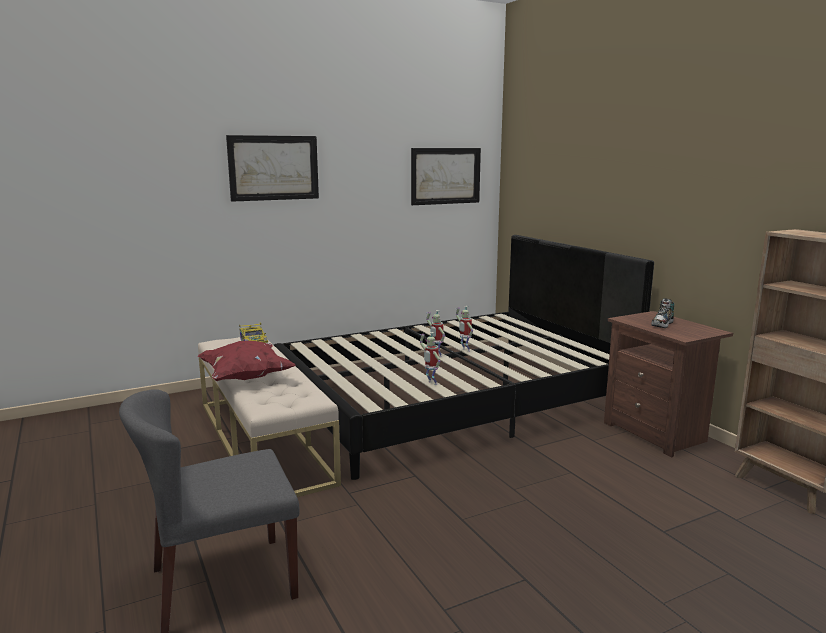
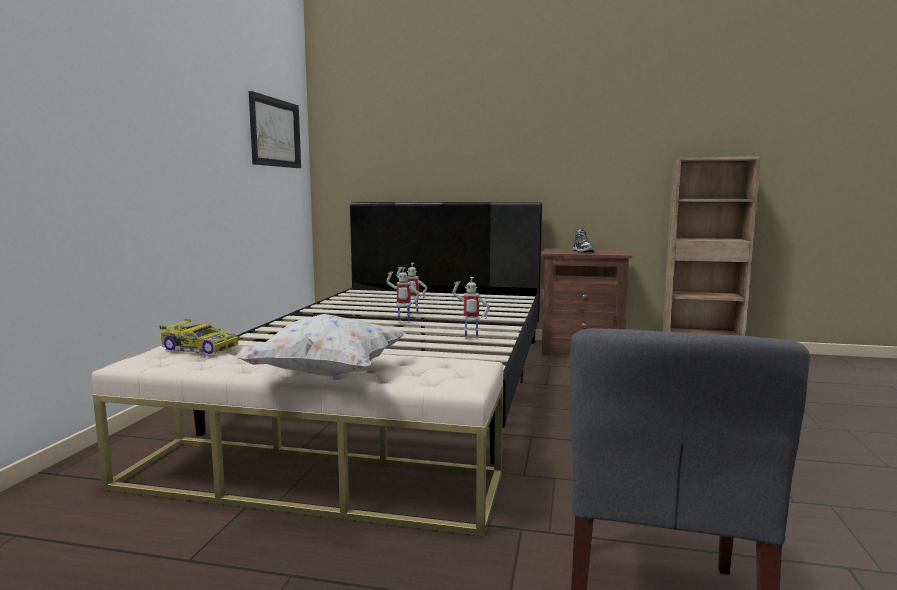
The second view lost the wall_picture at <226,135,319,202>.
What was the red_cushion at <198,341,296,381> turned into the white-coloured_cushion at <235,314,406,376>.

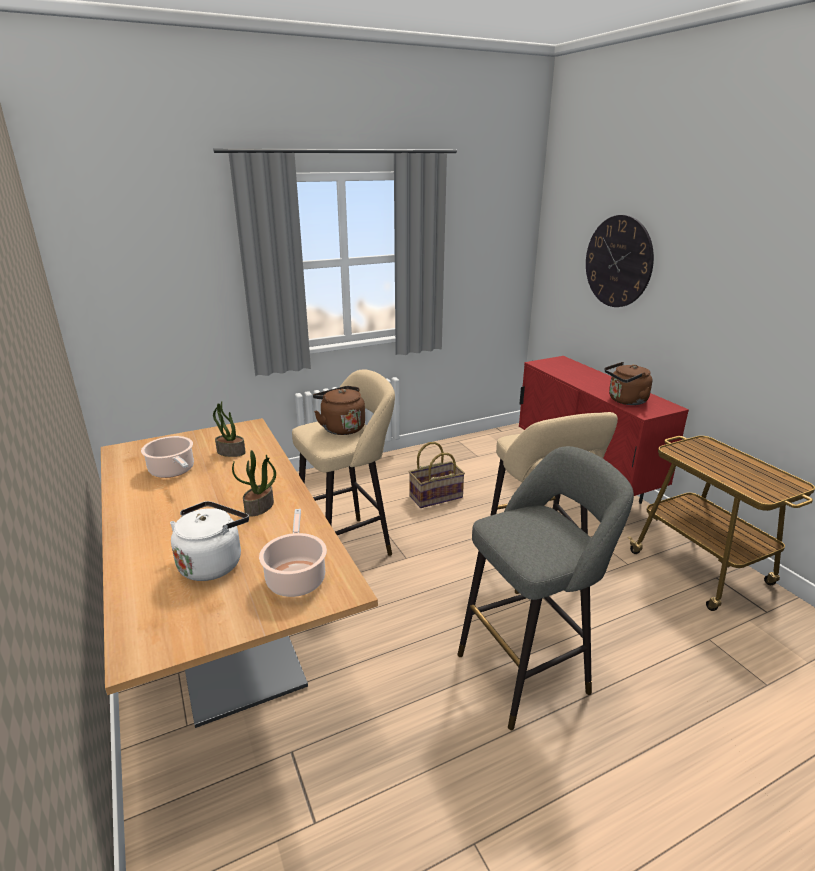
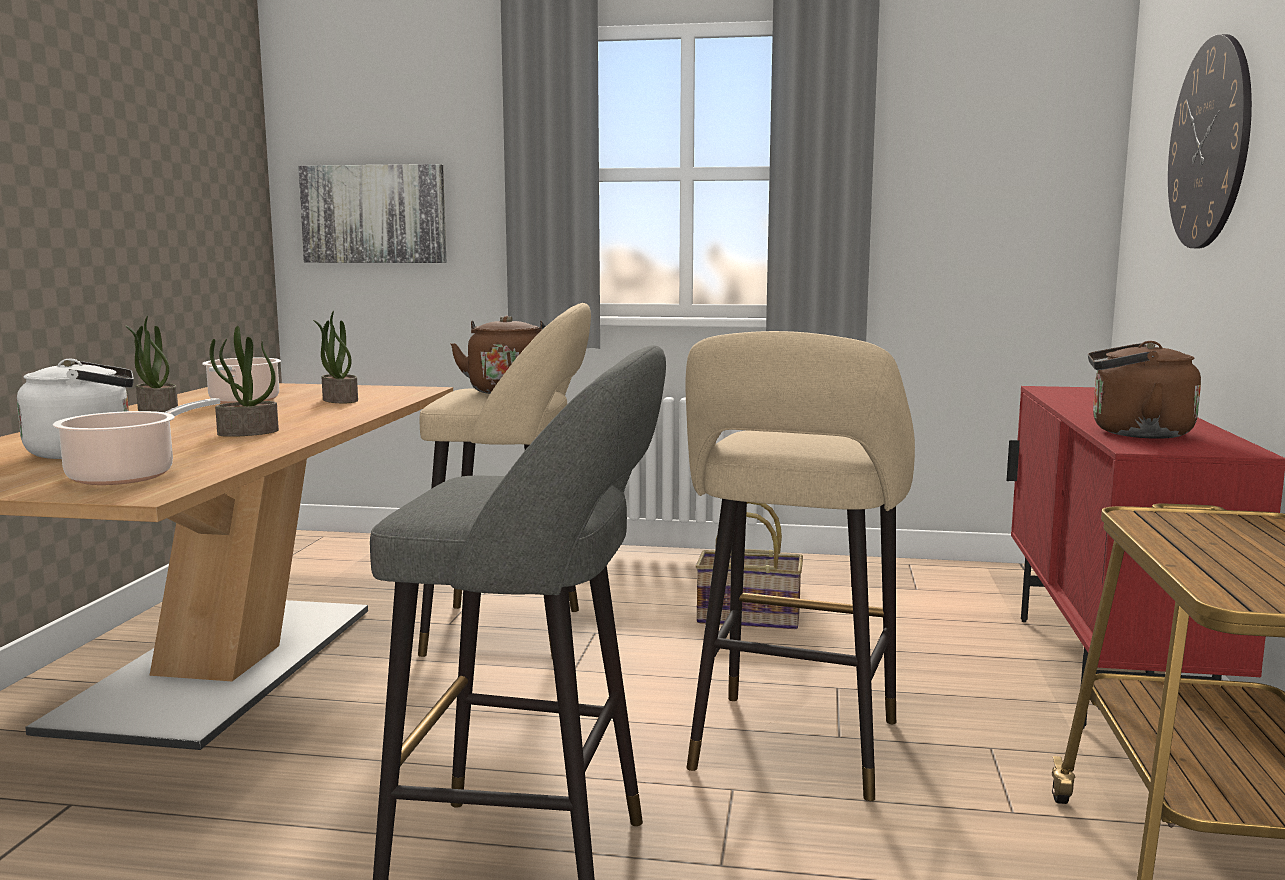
The second view gained the houseplant at <125,316,178,412>.
The second view gained the wall_picture at <298,164,446,263>.

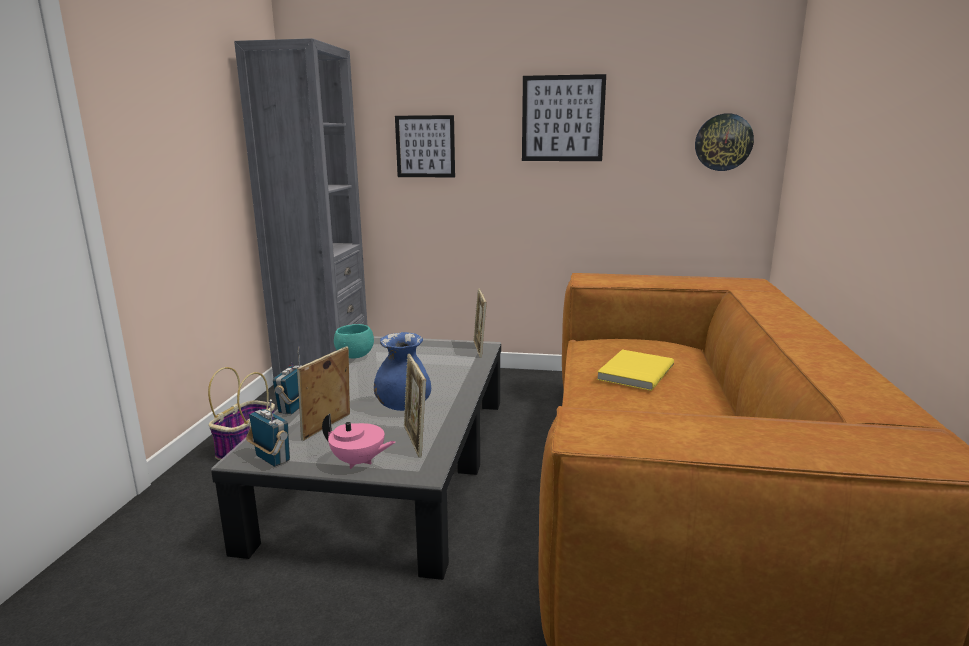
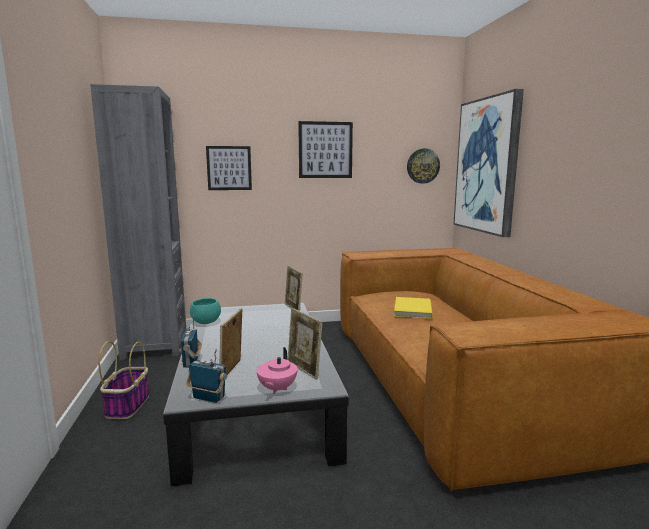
The second view lost the blue-coloured_flower_vase at <374,332,431,411>.
The second view gained the wall_picture at <453,89,524,237>.
The pink_pot_for_tea at <322,414,396,469> ended up facing another way, 105 degrees clockwise from before.

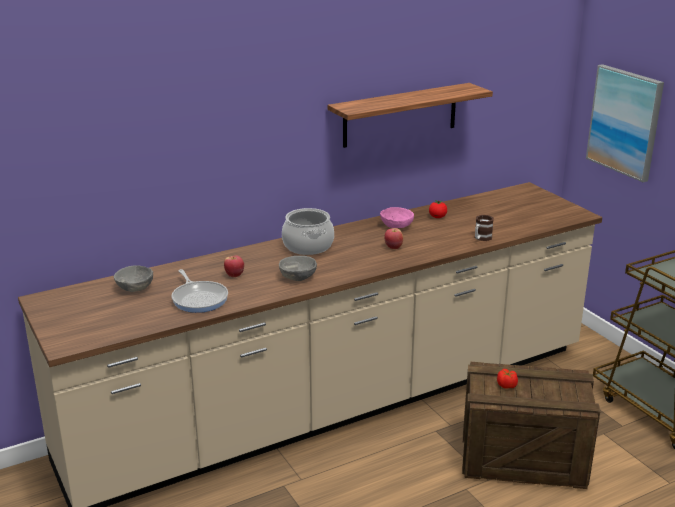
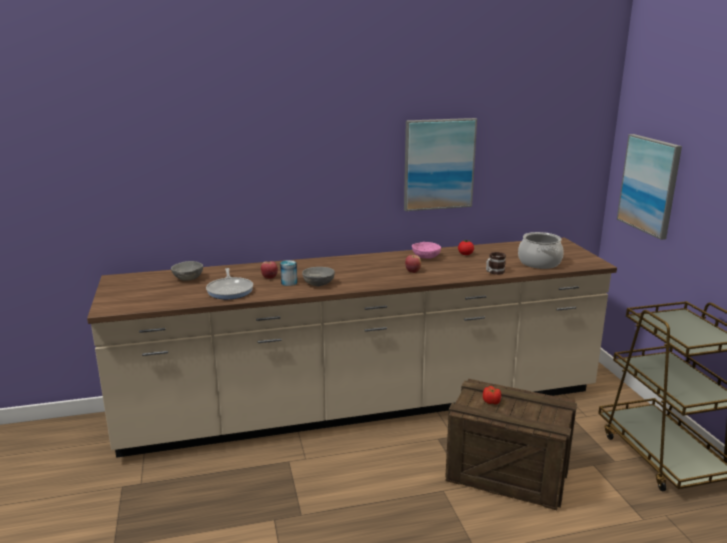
The second view gained the can at <280,260,297,286>.
The stockpot ended up elsewhere, having gone from <282,208,334,255> to <518,232,564,269>.
Where the bracket_shelf hung at <328,83,493,148>, the wall_picture came to hang at <404,118,477,211>.

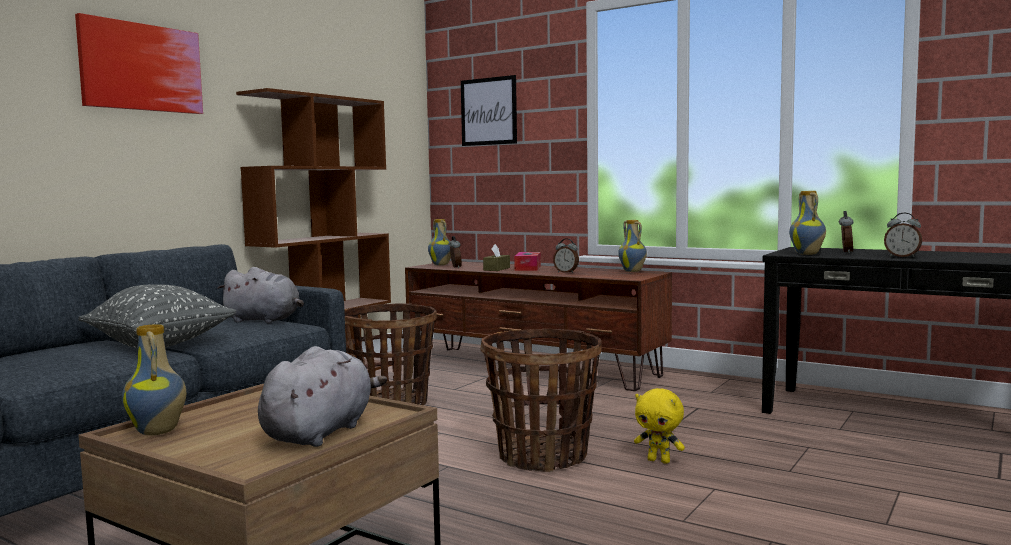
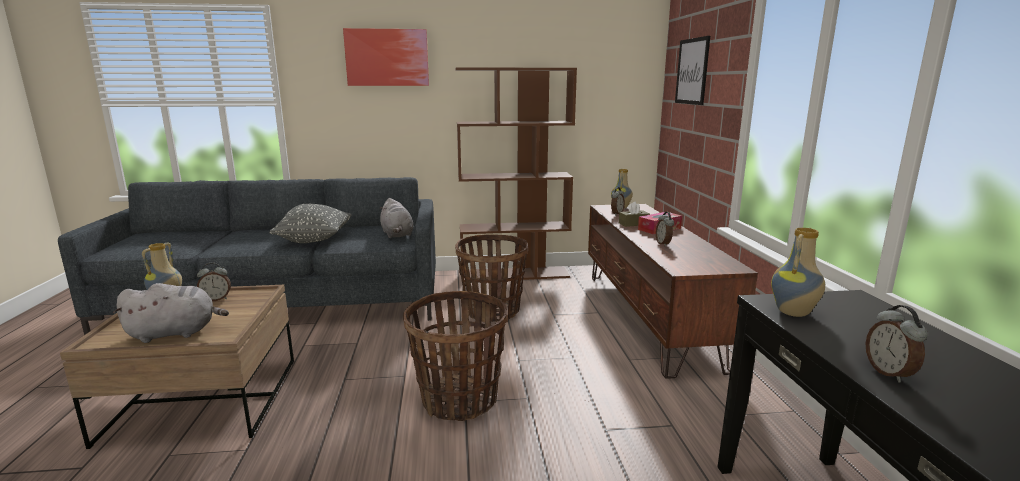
The second view lost the flower_vase at <618,220,647,272>.
The second view lost the yellowish_soft_toy at <634,388,685,464>.
The alarm_clock ended up elsewhere, having gone from <839,211,854,253> to <197,263,231,301>.

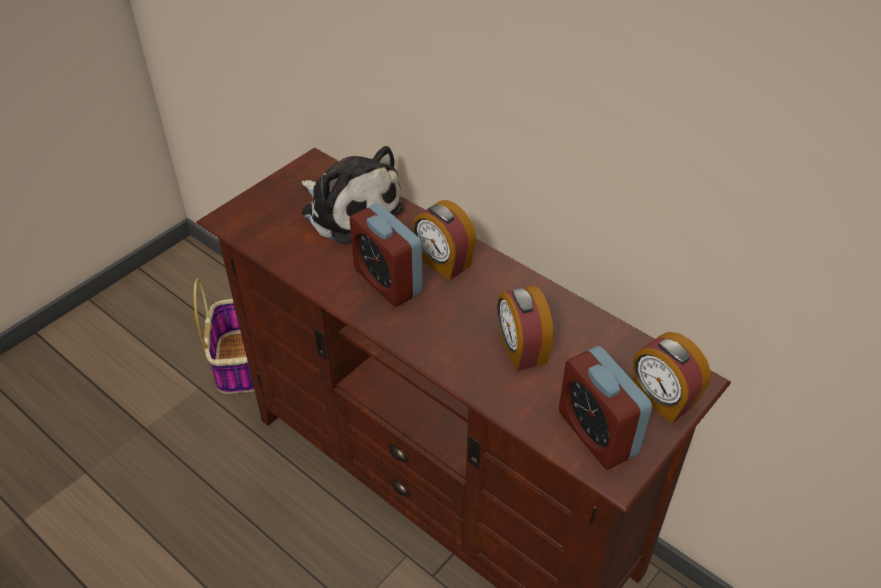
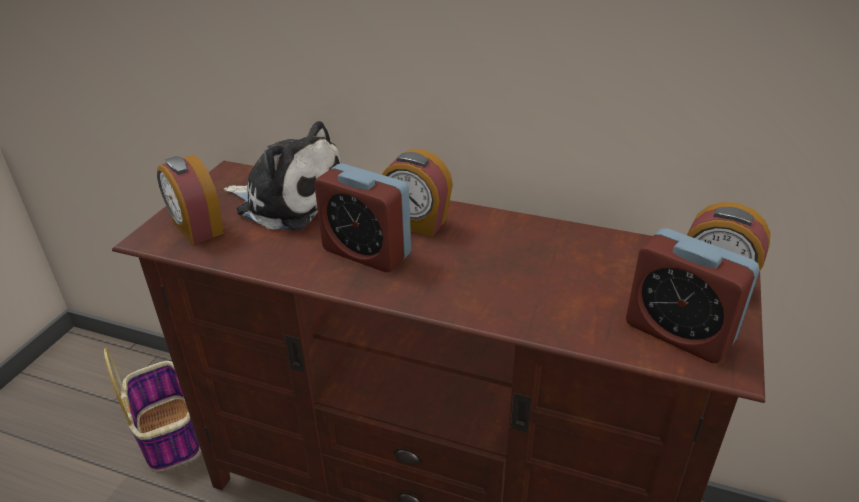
The alarm_clock ended up elsewhere, having gone from <497,285,554,371> to <157,155,224,245>.

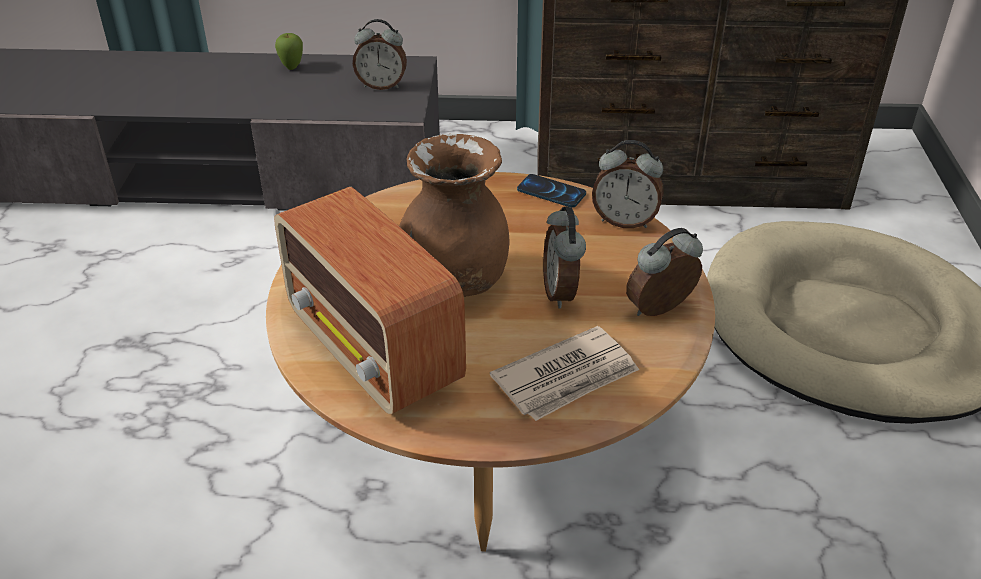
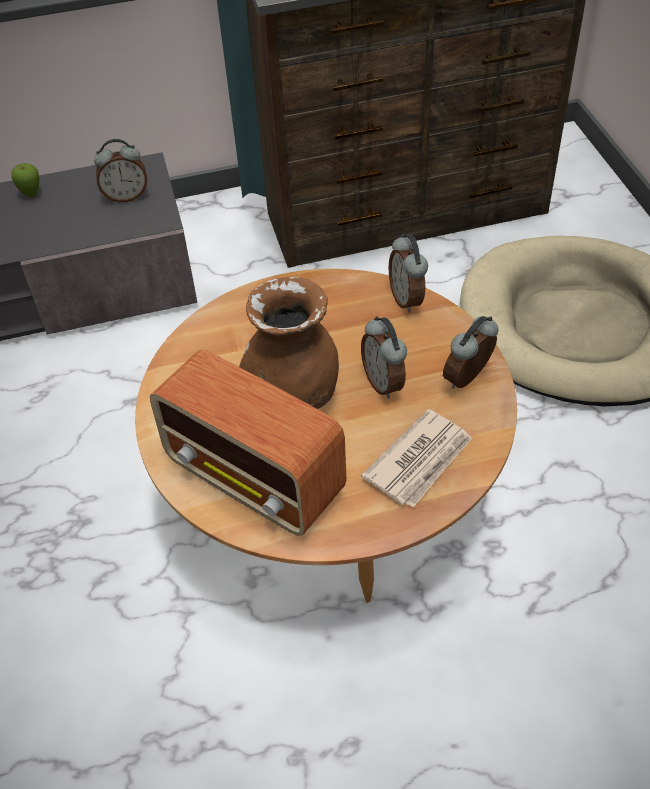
The second view lost the telephone at <517,174,586,208>.
The alarm_clock at <592,140,664,228> ended up facing another way, 75 degrees clockwise from before.

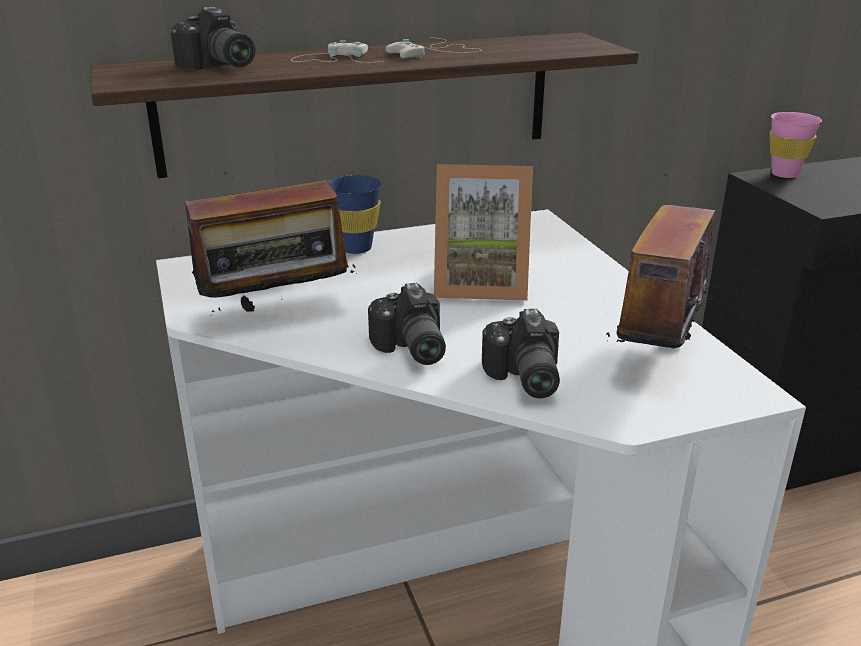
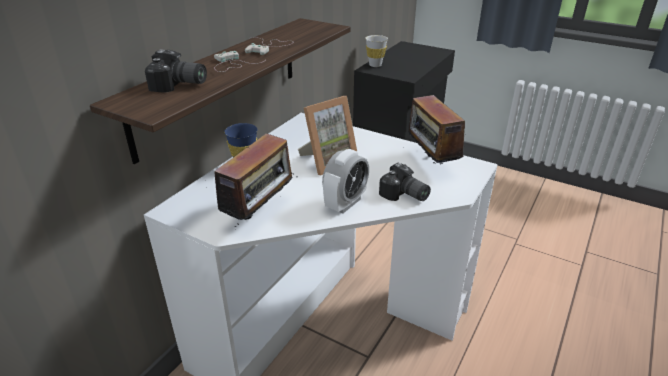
Where the still_camera stood at <368,283,446,365>, the alarm_clock came to stand at <322,149,369,213>.
What was the pink_drinking_cup at <770,112,822,178> turned into the white-coloured_drinking_cup at <365,35,388,67>.

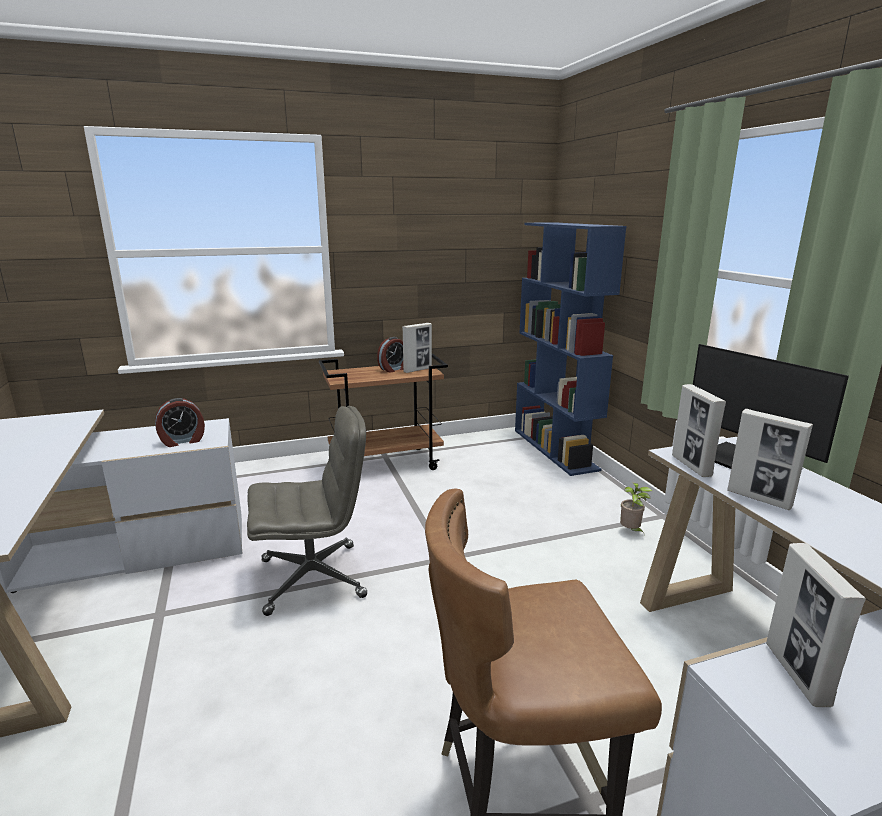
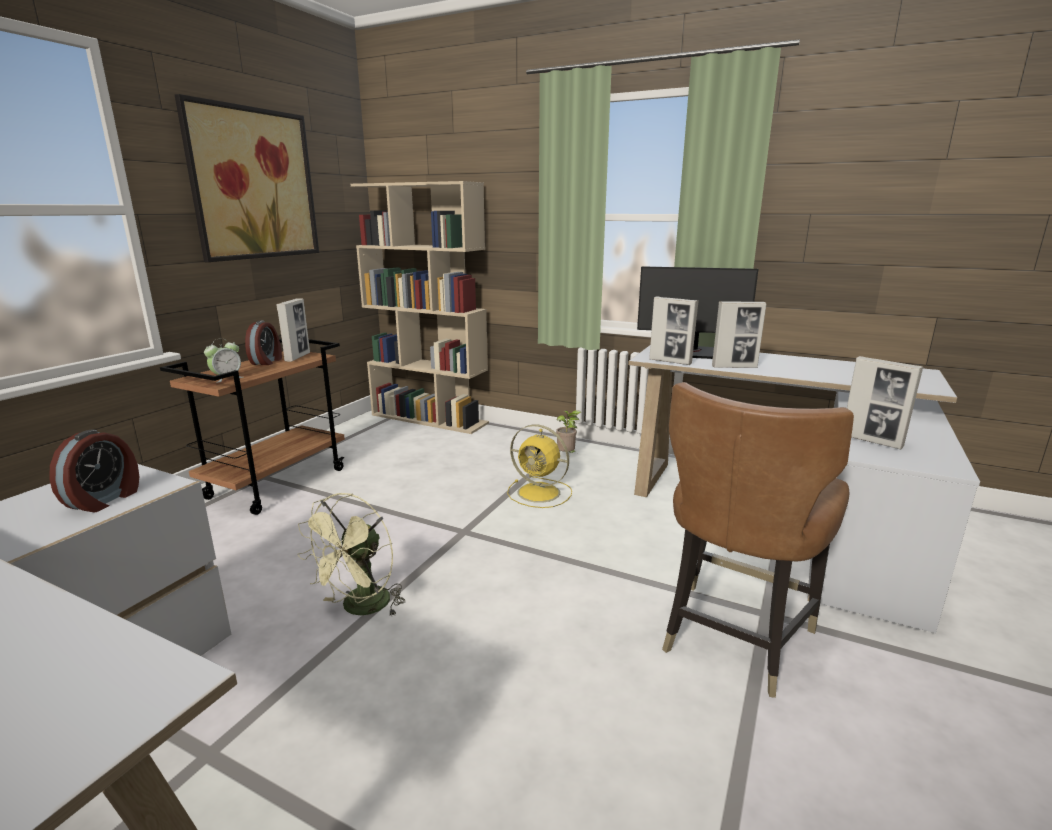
The second view gained the wall_picture at <175,94,319,262>.
The second view gained the alarm_clock at <204,338,243,383>.
The second view gained the yellowish_fan at <507,424,572,508>.
Where the gray_office_chair stood at <247,406,367,616>, the green_fan came to stand at <297,493,405,616>.
What was the blue-coloured_bookshelf at <515,222,626,476> turned into the sand-coloured_bookshelf at <351,181,489,434>.

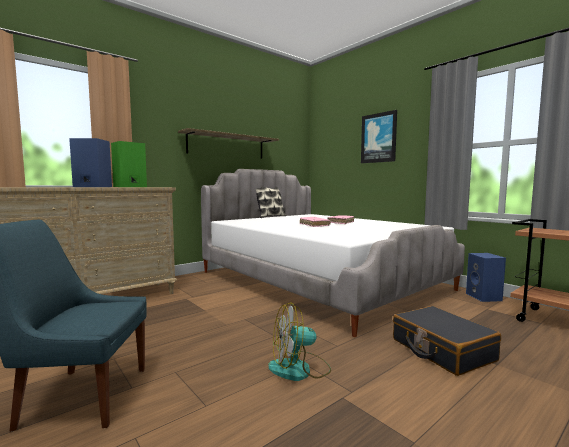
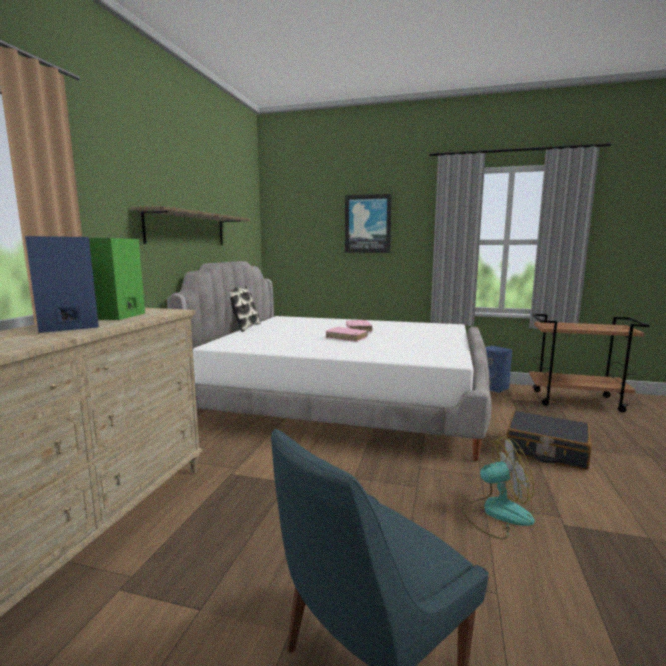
The fan at <268,302,331,381> ended up facing another way, 135 degrees counterclockwise from before.

